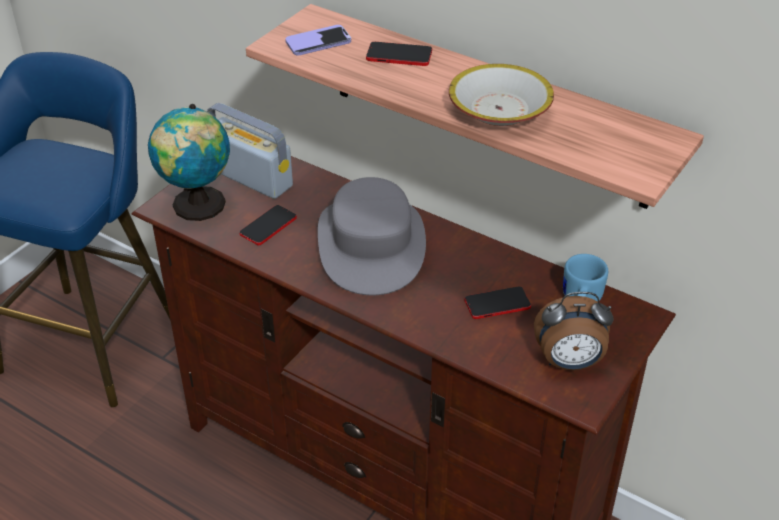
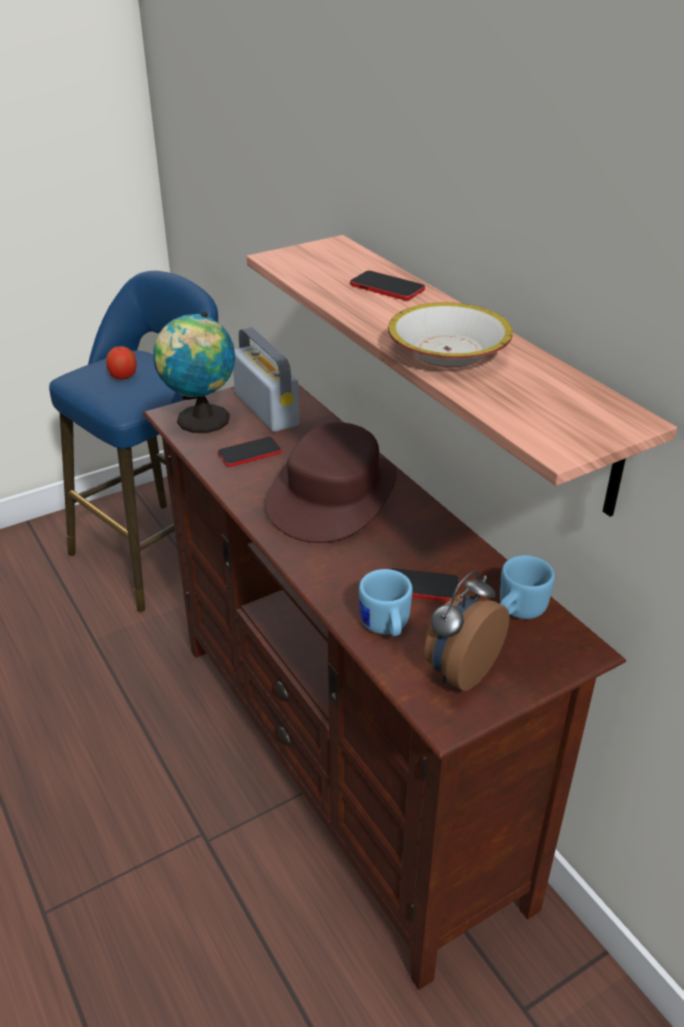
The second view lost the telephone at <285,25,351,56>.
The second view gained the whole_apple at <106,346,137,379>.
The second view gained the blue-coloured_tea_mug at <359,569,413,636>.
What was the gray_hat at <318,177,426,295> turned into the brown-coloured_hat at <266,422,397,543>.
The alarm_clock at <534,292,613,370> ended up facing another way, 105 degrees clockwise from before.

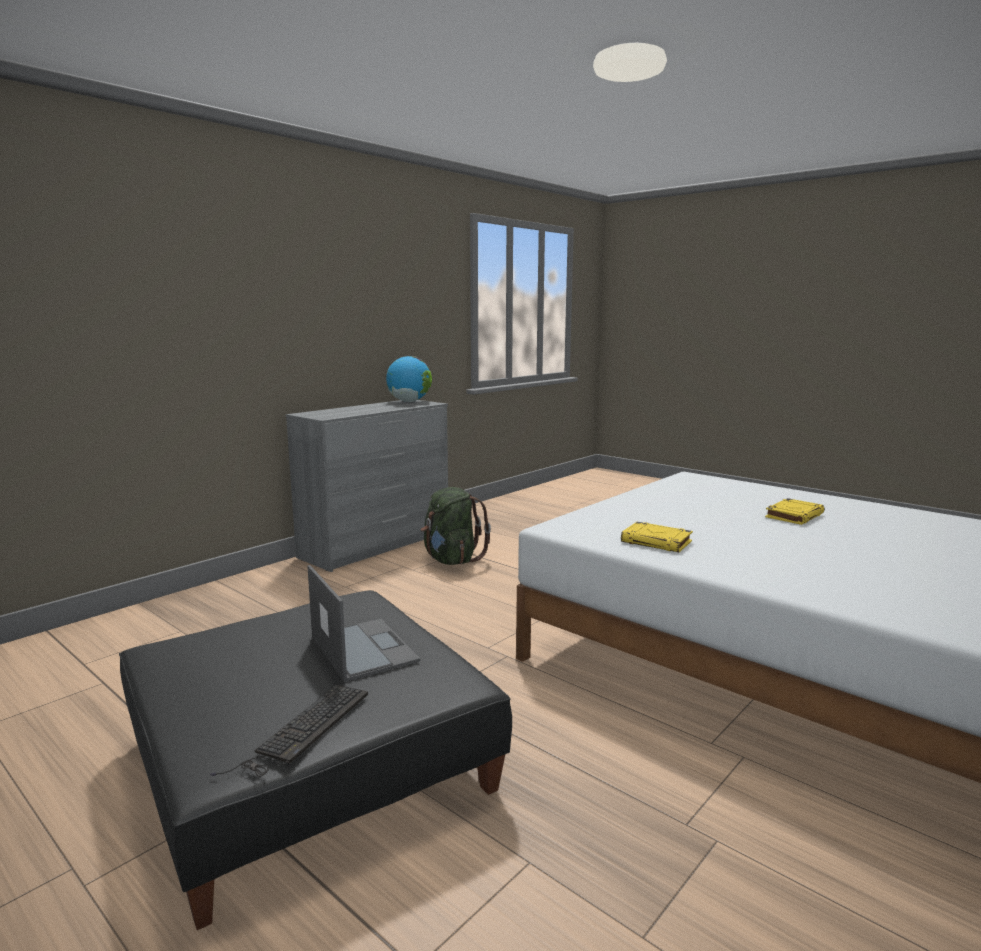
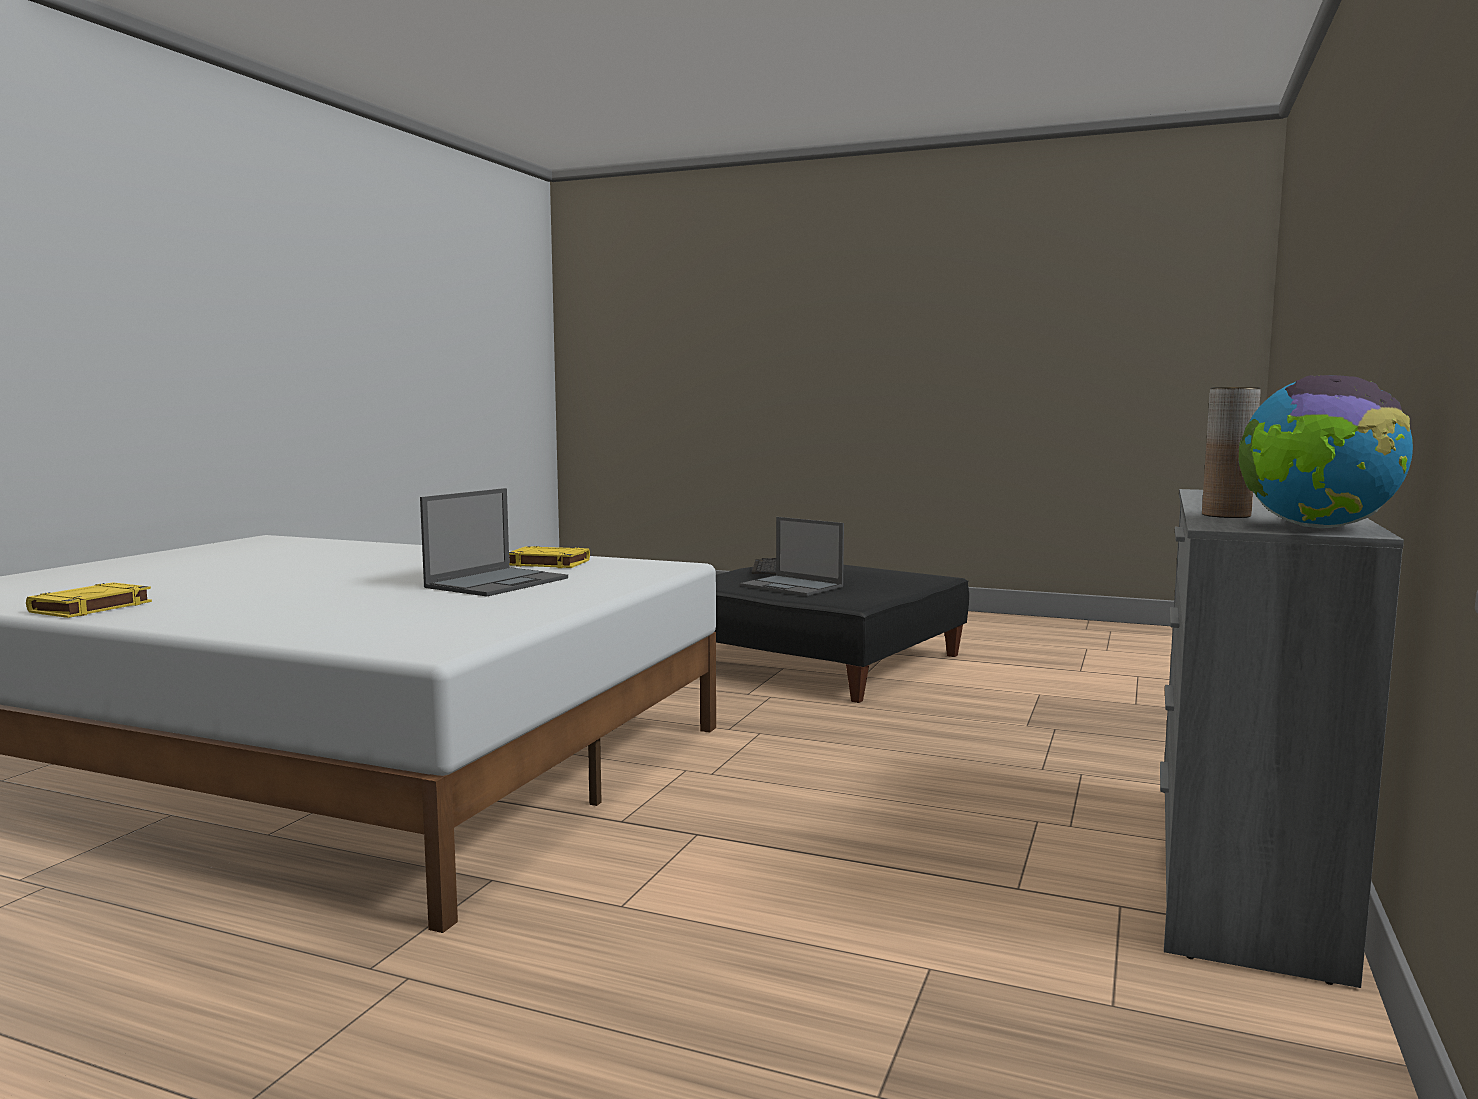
The second view lost the green_rucksack at <420,487,491,565>.
The second view gained the laptop at <420,488,568,597>.
The second view gained the brown-coloured_flower_vase at <1202,387,1261,518>.
The yellowish_volume ended up elsewhere, having gone from <765,498,825,525> to <26,582,152,618>.

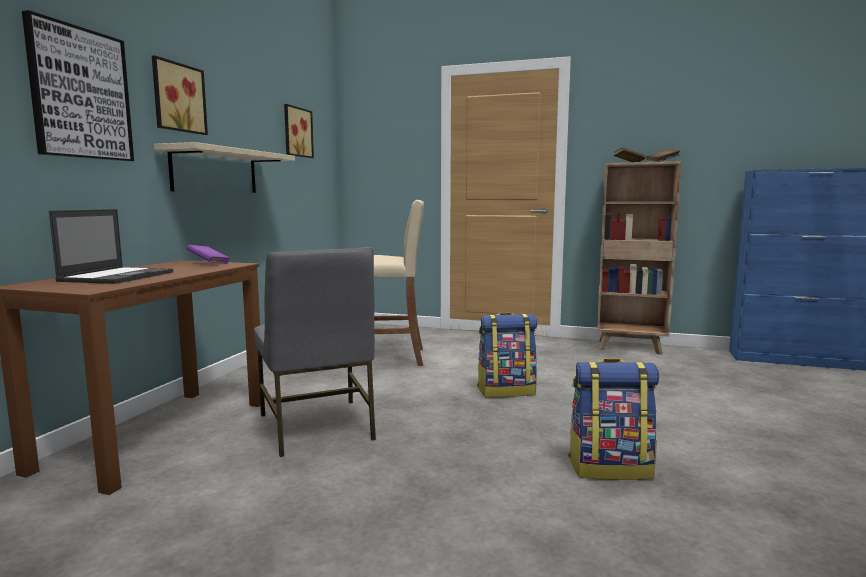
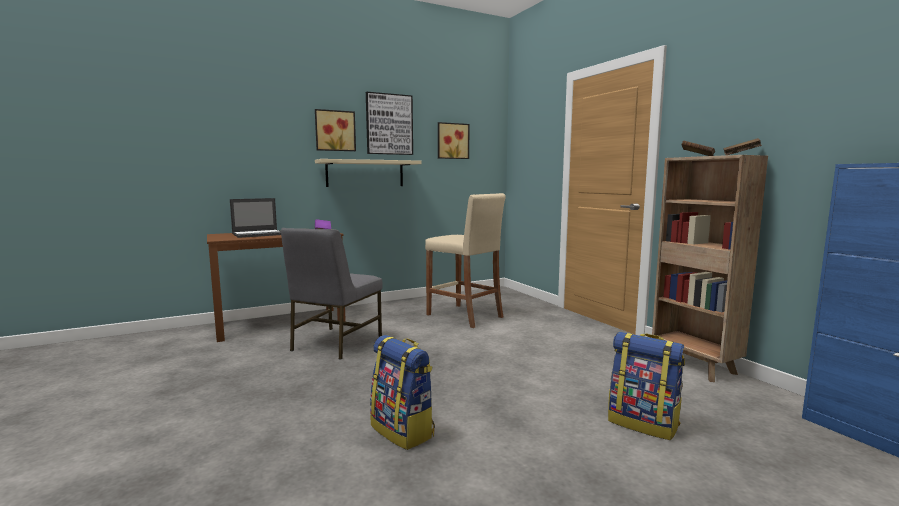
The wall_picture ended up elsewhere, having gone from <22,10,134,161> to <366,92,413,155>.
The rucksack ended up elsewhere, having gone from <477,313,537,397> to <608,332,685,440>.

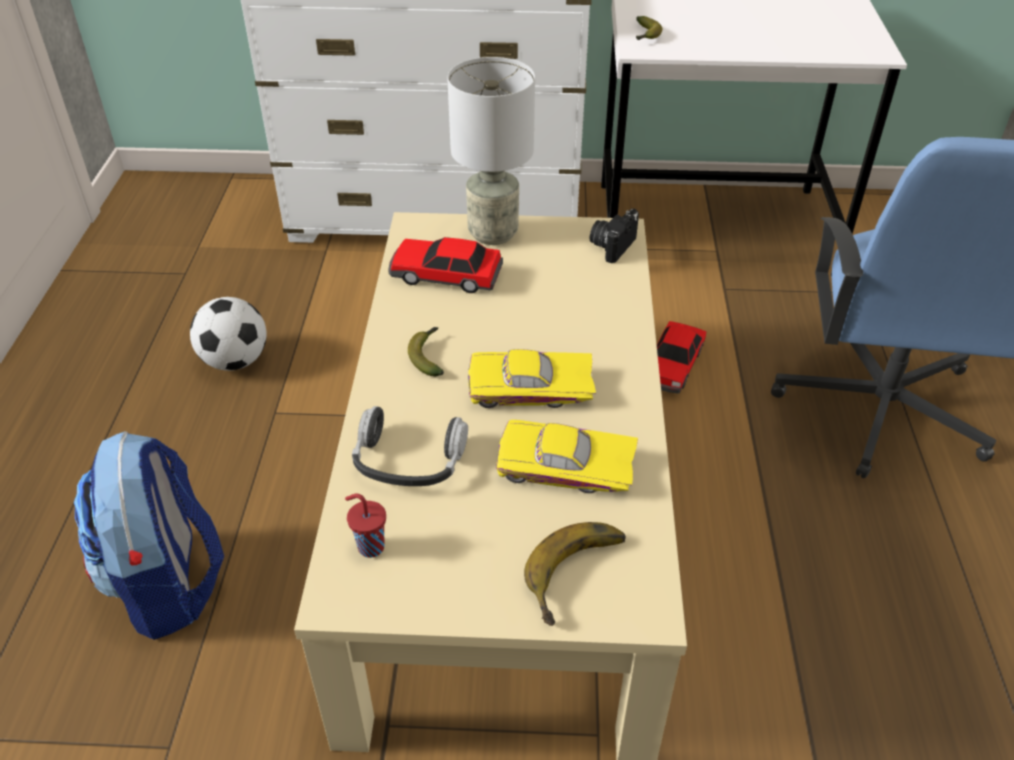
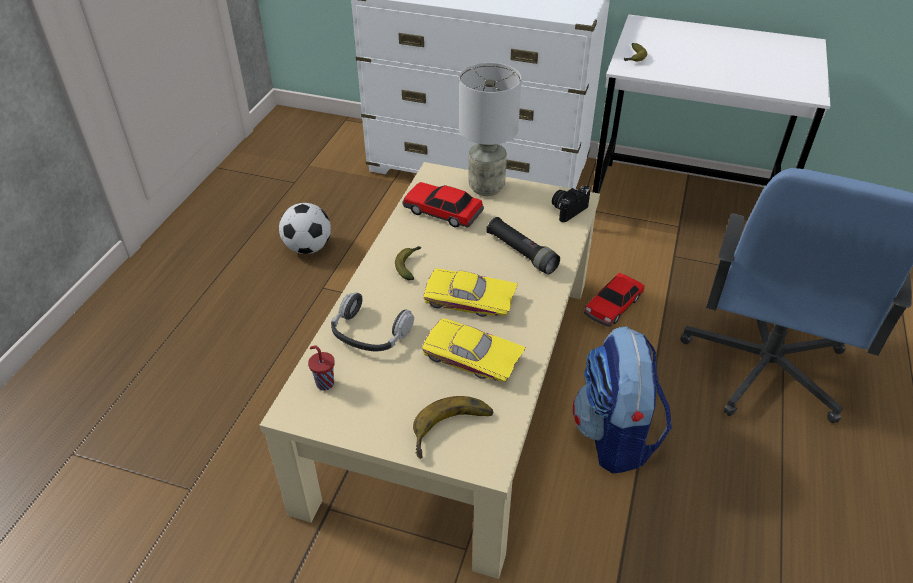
The second view gained the black_torch at <486,217,560,274>.
The rucksack ended up elsewhere, having gone from <74,431,224,640> to <573,326,672,474>.

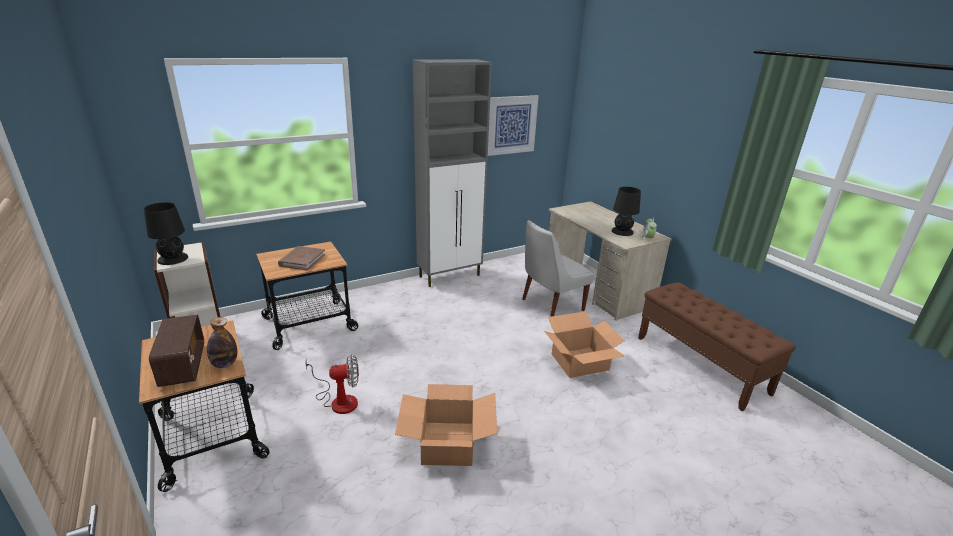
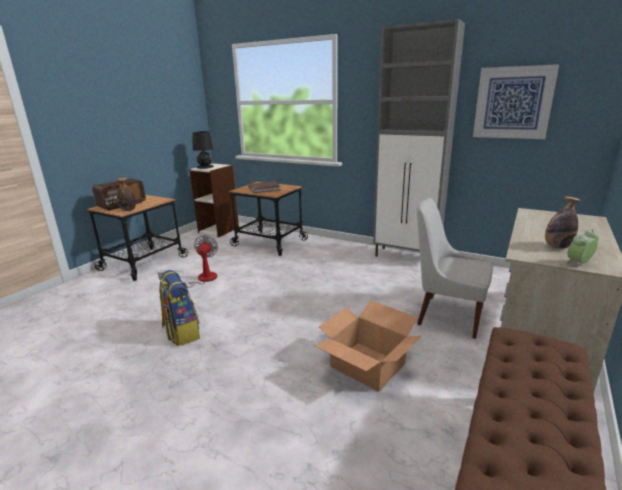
Where the carton stood at <395,384,497,466>, the rucksack came to stand at <159,270,200,346>.
Where the black_table_lamp stood at <612,187,641,236>, the drink_bottle came to stand at <545,196,581,249>.
The fan at <305,354,359,414> ended up facing another way, 135 degrees counterclockwise from before.

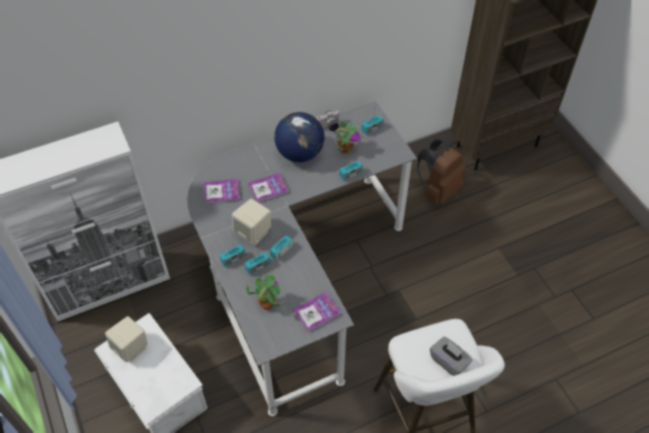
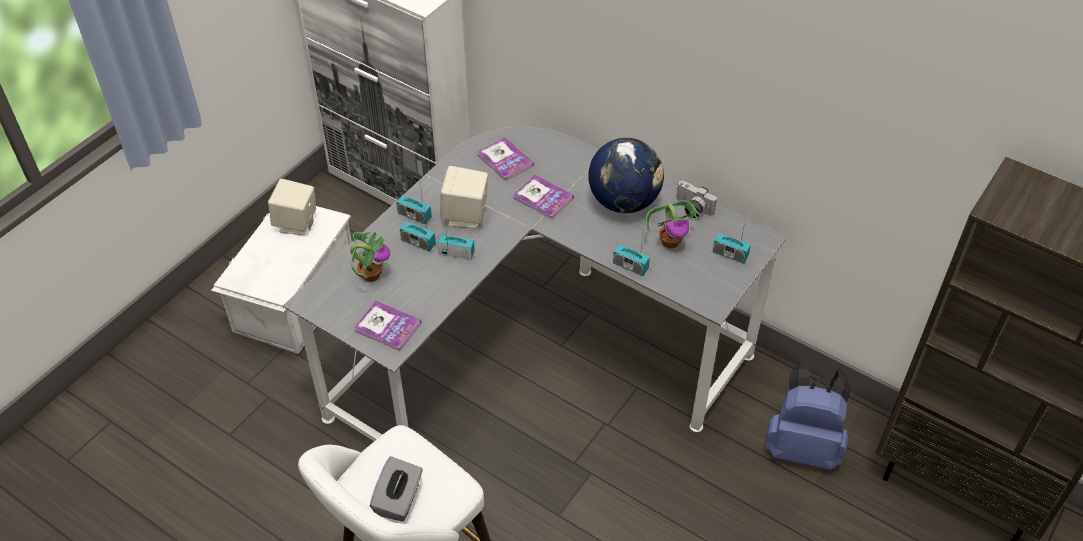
What was the brown-coloured_rucksack at <417,139,466,205> turned into the blue-coloured_rucksack at <766,362,852,470>.

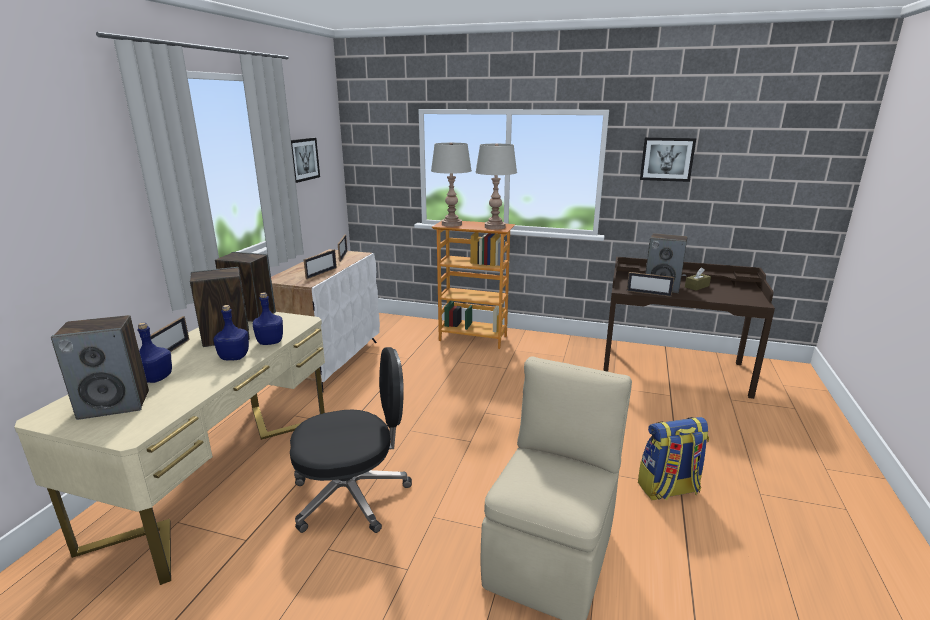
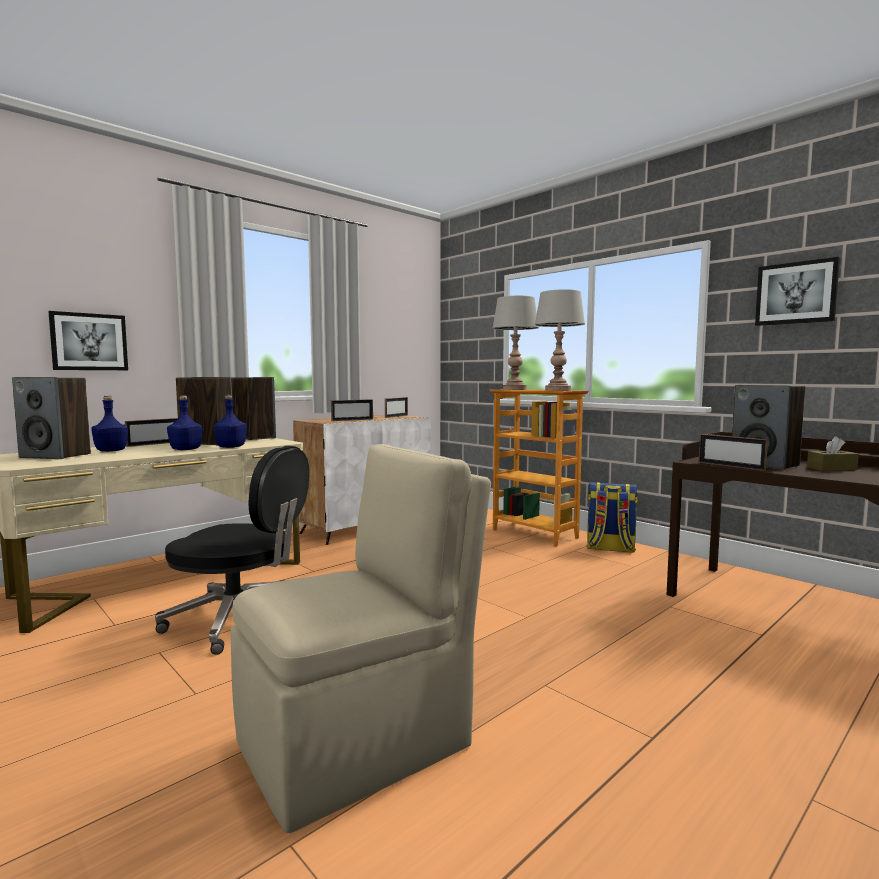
The wall_picture ended up elsewhere, having gone from <291,138,320,183> to <48,311,128,370>.
The rucksack ended up elsewhere, having gone from <638,417,709,501> to <587,482,638,553>.

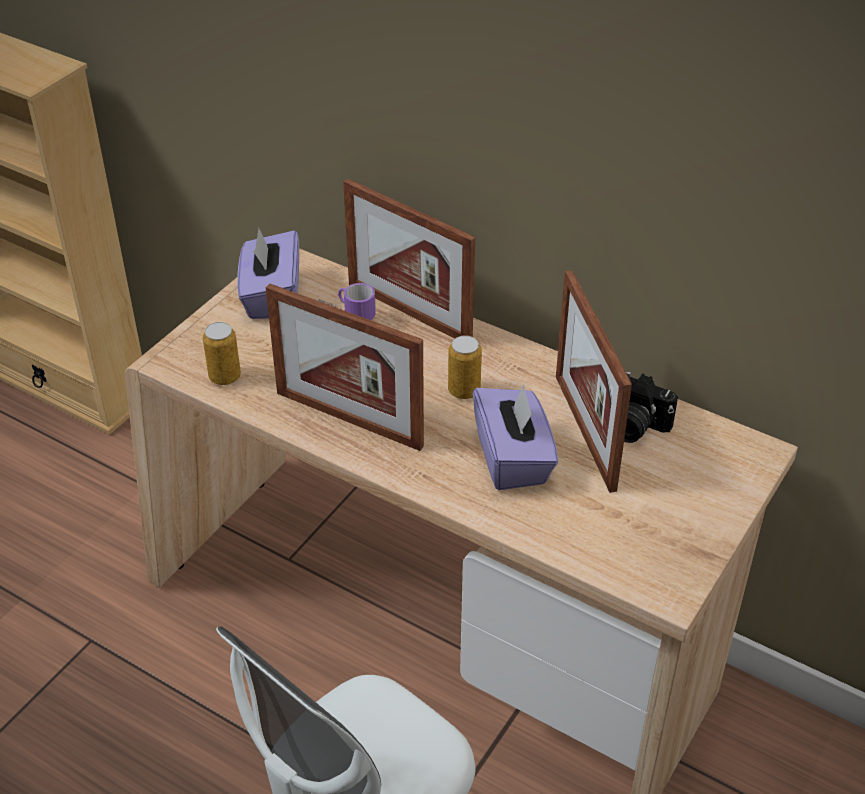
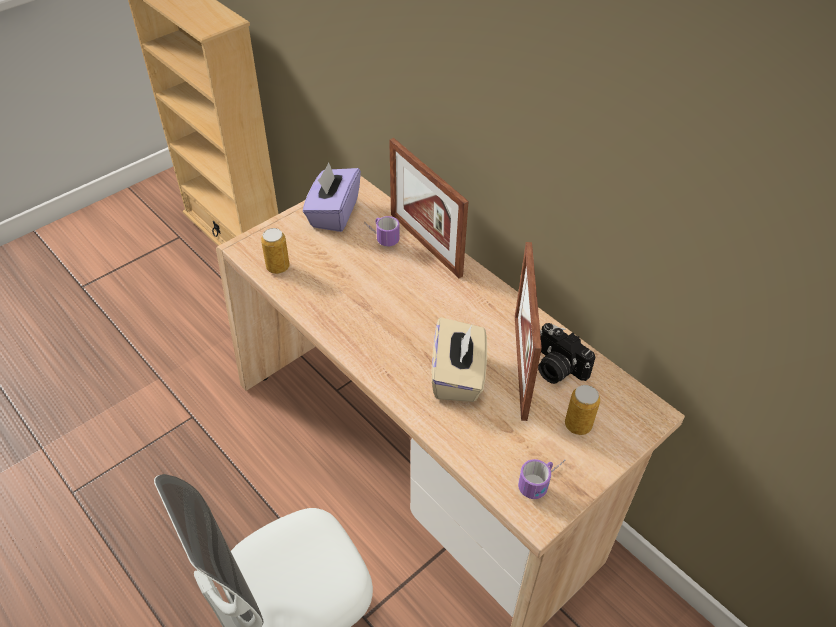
The second view lost the photo_frame at <266,284,424,451>.
The second view gained the tea_mug at <518,459,566,499>.
The can ended up elsewhere, having gone from <448,335,482,399> to <565,385,600,435>.
What was the purple-coloured_tissue_holder at <473,385,558,490> turned into the sand-coloured_tissue_holder at <432,317,487,402>.

